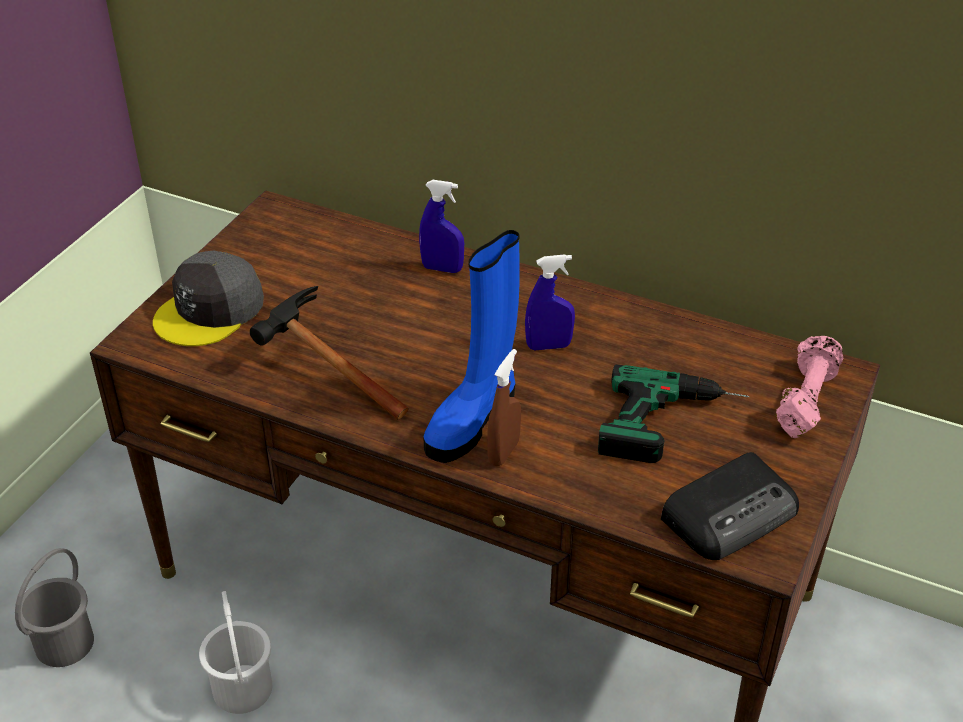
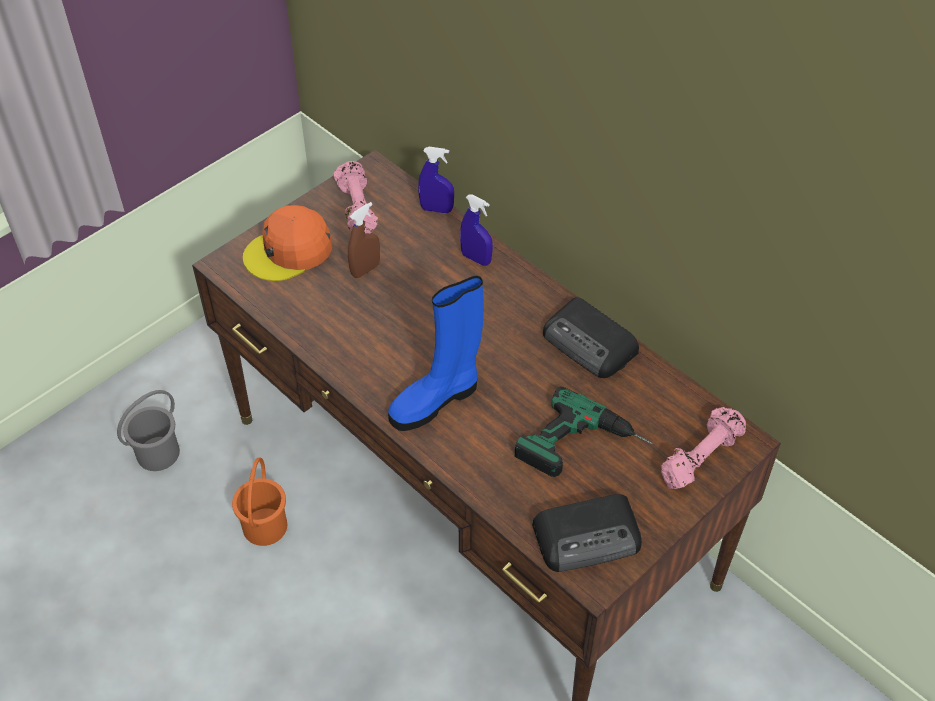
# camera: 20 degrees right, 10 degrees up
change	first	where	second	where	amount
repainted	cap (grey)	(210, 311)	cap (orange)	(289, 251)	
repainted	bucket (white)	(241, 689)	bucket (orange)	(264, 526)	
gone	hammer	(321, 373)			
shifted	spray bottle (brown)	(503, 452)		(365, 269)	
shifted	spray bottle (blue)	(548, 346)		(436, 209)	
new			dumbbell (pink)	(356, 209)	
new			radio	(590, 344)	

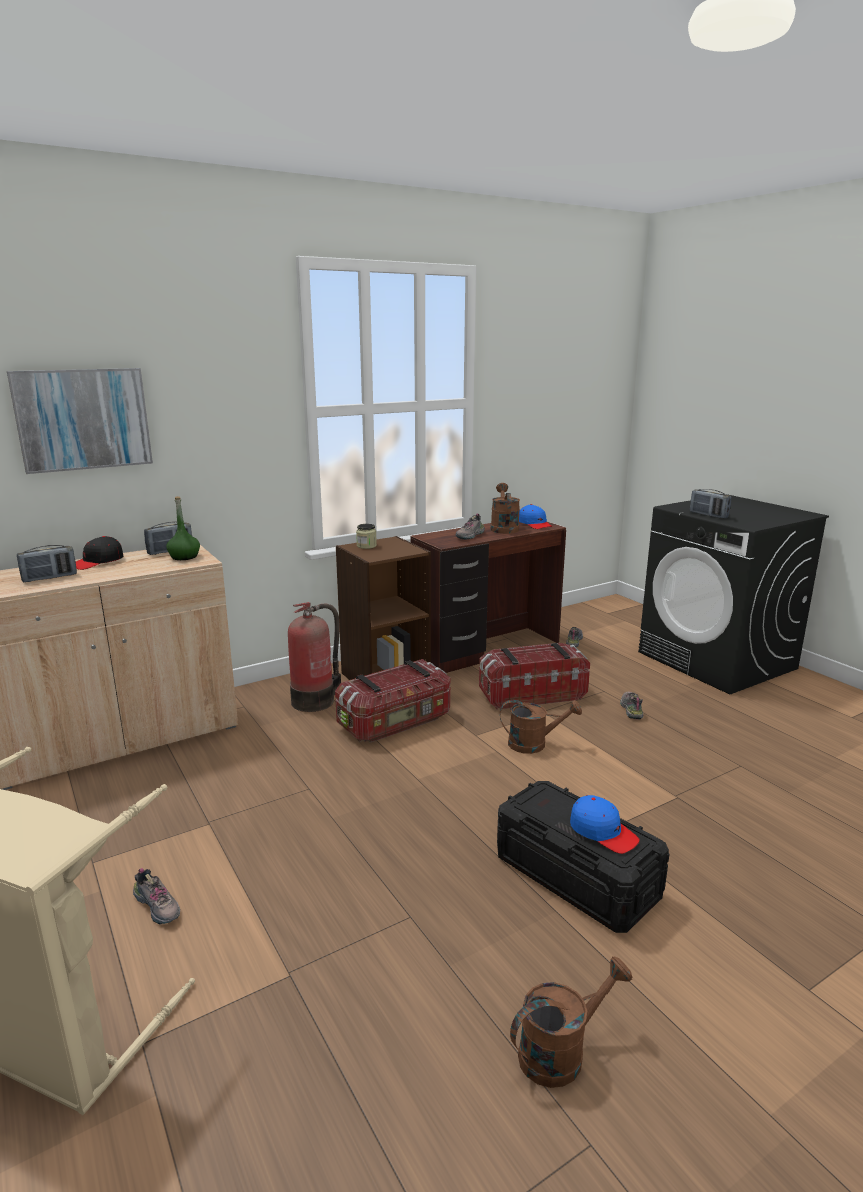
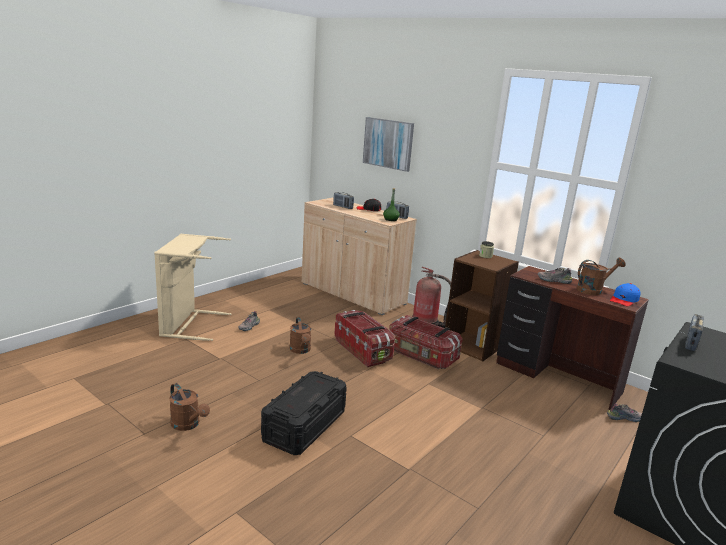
# camera: 70 degrees right, 0 degrees up
change	first	where	second	where	amount
shifted	storage box	(531, 694)		(363, 350)	
shifted	watering can (brown)	(534, 744)		(301, 350)	
gone	cap (blue)	(603, 832)			
gone	shoe	(630, 709)			

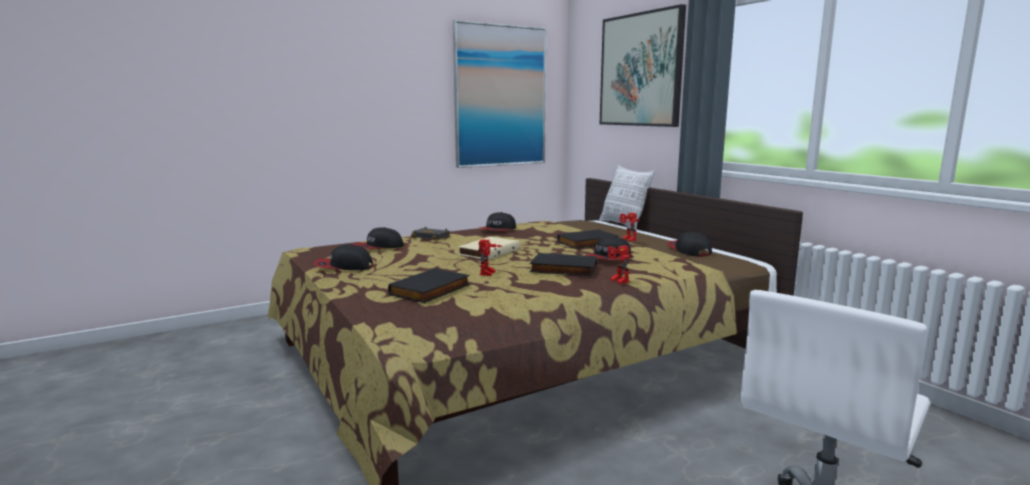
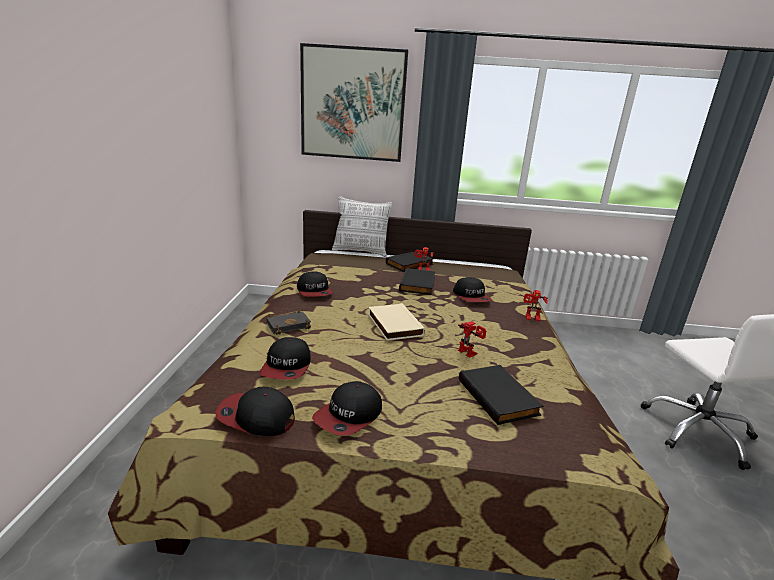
# camera: 55 degrees left, 10 degrees up
change	first	where	second	where	amount
gone	picture	(500, 96)			
shifted	book (black)	(563, 269)		(410, 264)	
shifted	cap	(688, 250)		(255, 417)	

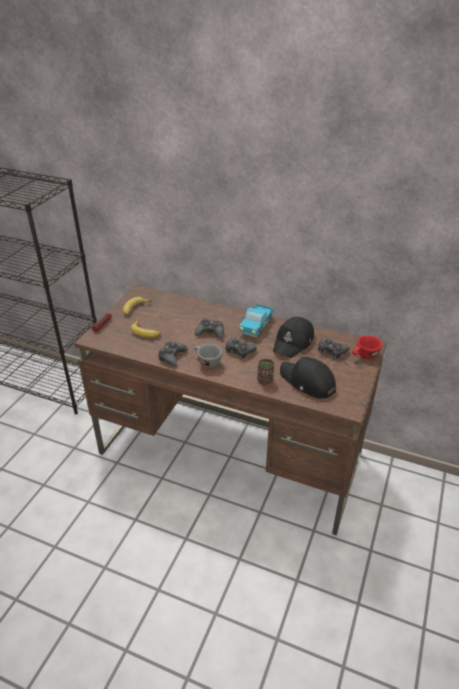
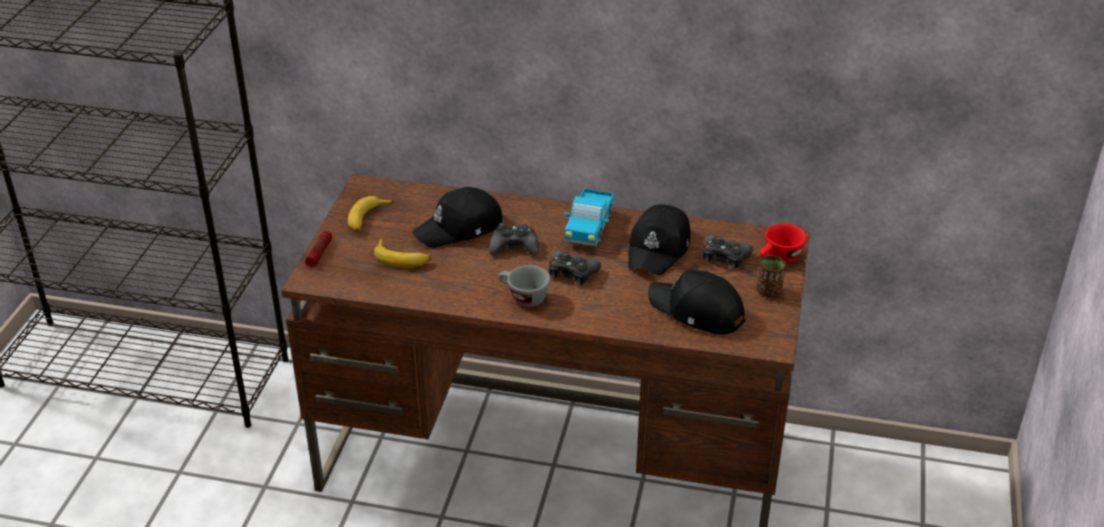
# camera: 10 degrees left, 0 degrees up
change	first	where	second	where	amount
gone	game controller (black)	(172, 356)			
shifted	cup (brown)	(265, 380)		(769, 291)	
new			cap (black)	(460, 228)	

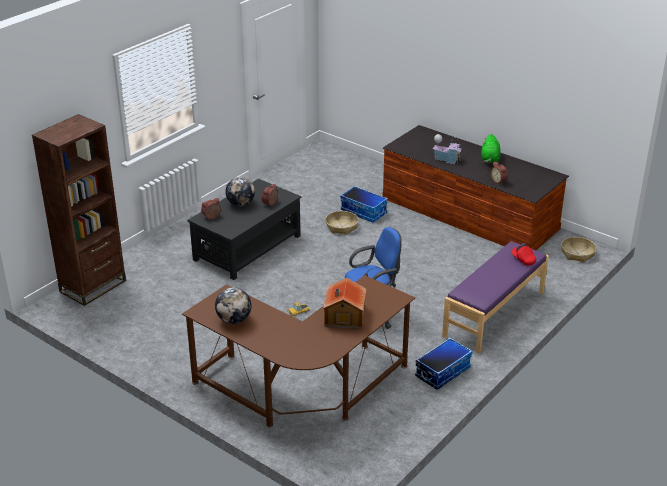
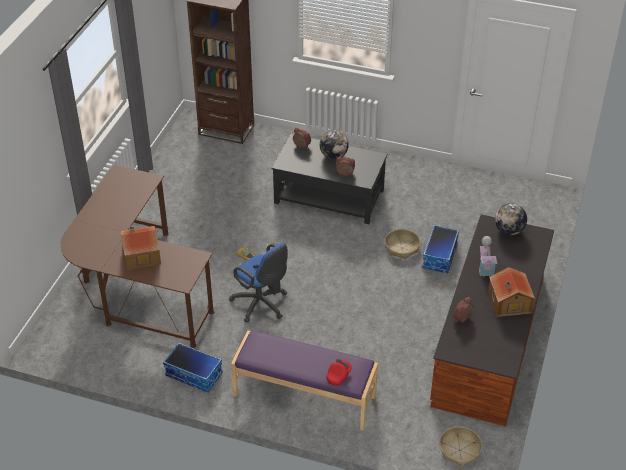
# camera: 70 degrees right, 10 degrees up
change	first	where	second	where	amount
shifted	globe	(234, 320)		(509, 231)	
swapped	plush toy (green)	(490, 160)	toy house	(508, 303)	

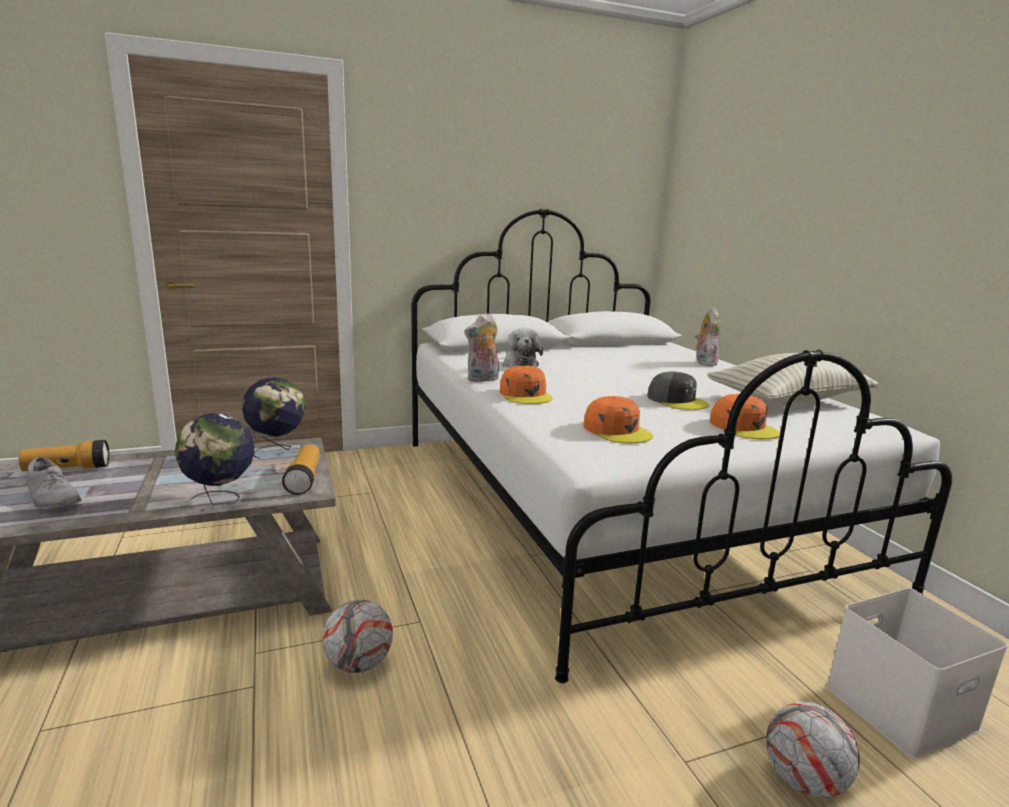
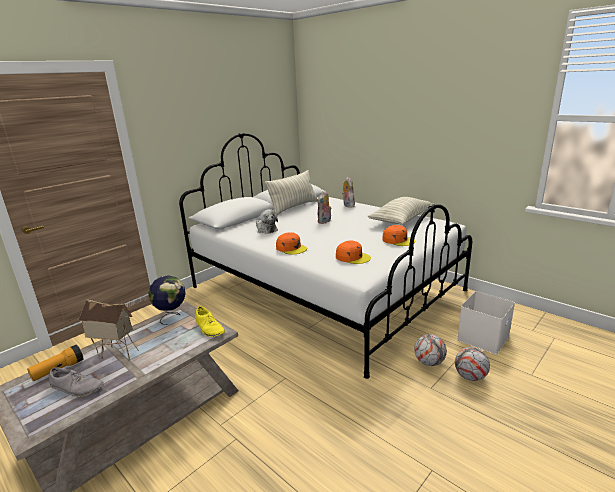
# camera: 25 degrees left, 5 degrees up
change	first	where	second	where	amount
gone	globe	(221, 500)			
swapped	flashlight	(304, 479)	shoe (yellow)	(209, 328)	
shifted	football	(358, 664)		(429, 362)	
shifted	plush toy	(483, 379)		(324, 221)	
gone	cap (grey)	(677, 400)			
new			toy house	(115, 355)	
new			pillow	(294, 207)	

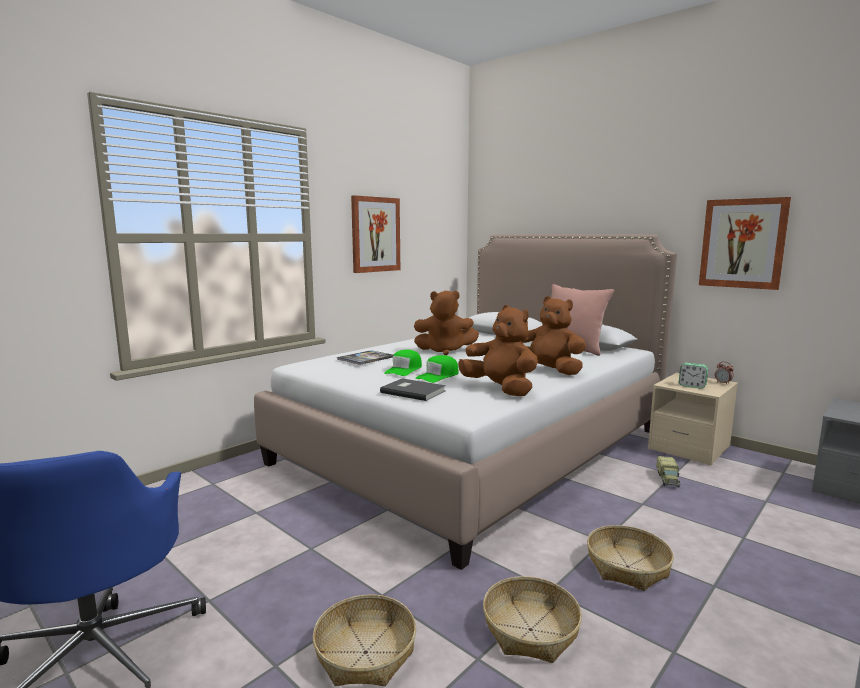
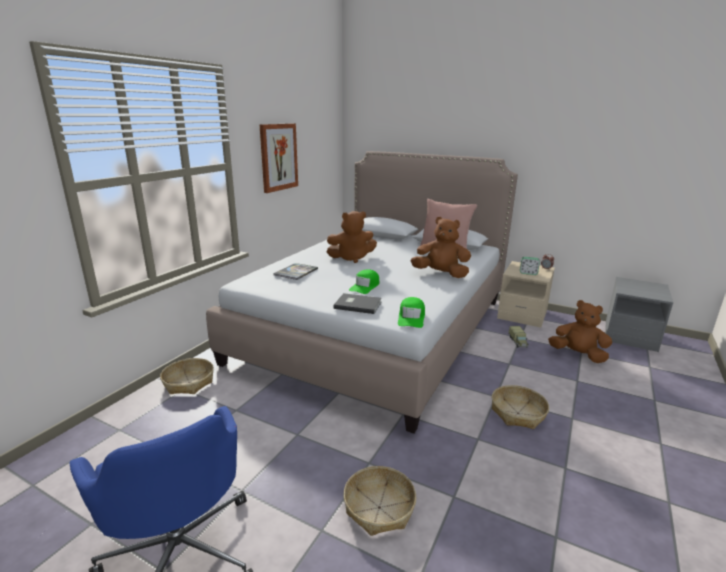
# camera: 15 degrees left, 10 degrees up
change	first	where	second	where	amount
shifted	cap (green)	(404, 370)		(411, 318)	
shifted	plush toy (brown)	(500, 389)		(578, 355)	
shifted	basket	(530, 630)		(189, 382)	
gone	picture	(742, 243)			

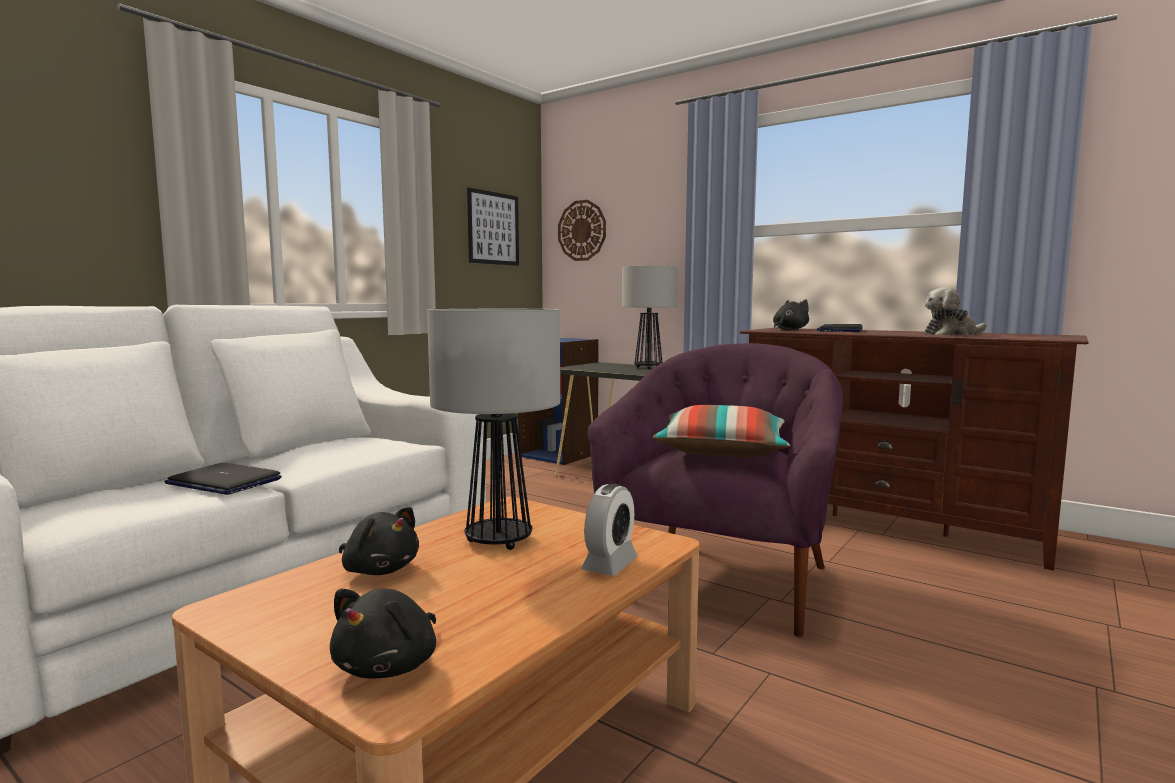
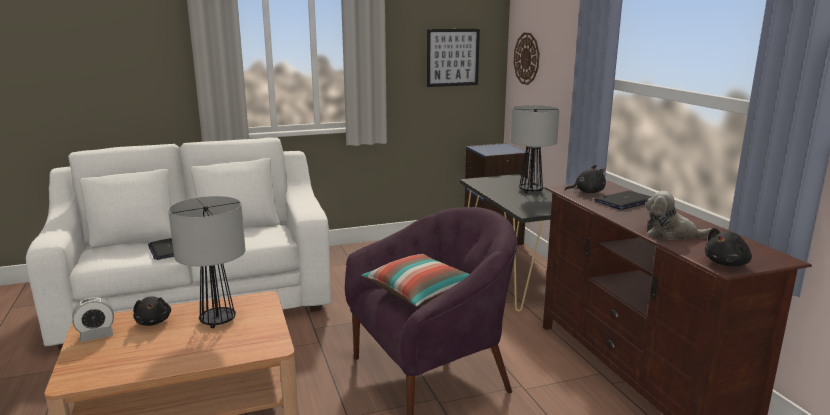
# camera: 35 degrees right, 10 degrees up
change	first	where	second	where	amount
shifted	plush toy (black)	(390, 666)		(727, 263)	
shifted	alarm clock	(610, 565)		(96, 336)	

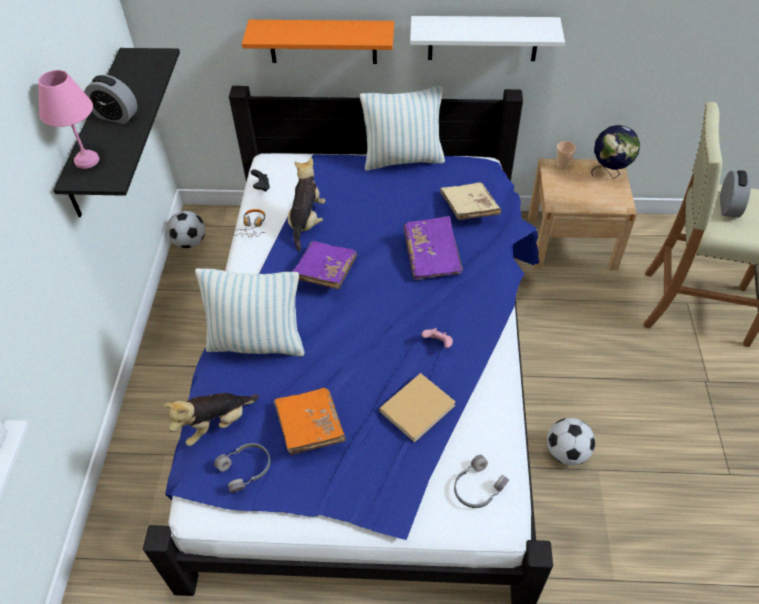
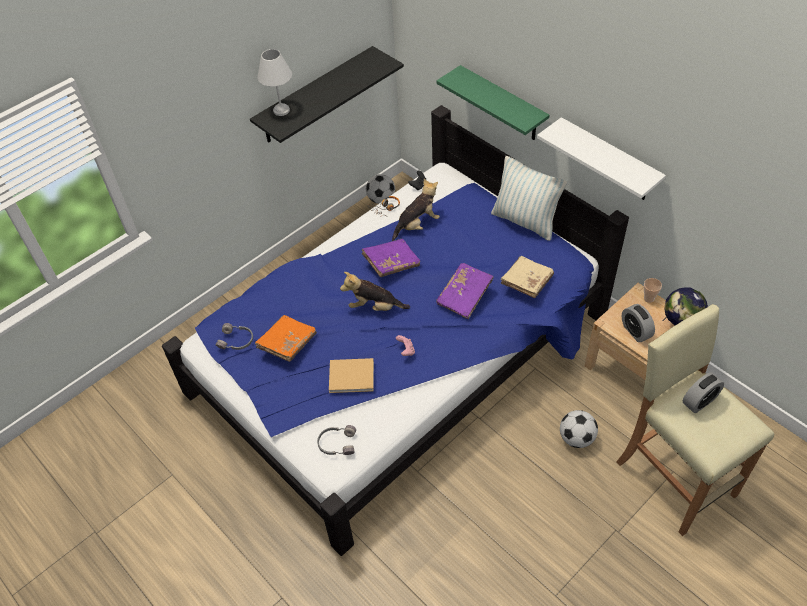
# camera: 45 degrees right, 0 degrees up
change	first	where	second	where	amount
repainted	table lamp (pink)	(88, 160)	table lamp (white)	(282, 110)	
shifted	alarm clock	(116, 116)		(635, 331)	
shifted	plush toy	(216, 424)		(375, 307)	
gone	pillow	(257, 342)			
repainted	shelf (orange)	(322, 41)	shelf (green)	(502, 104)	
shifted	football	(566, 452)		(576, 438)	

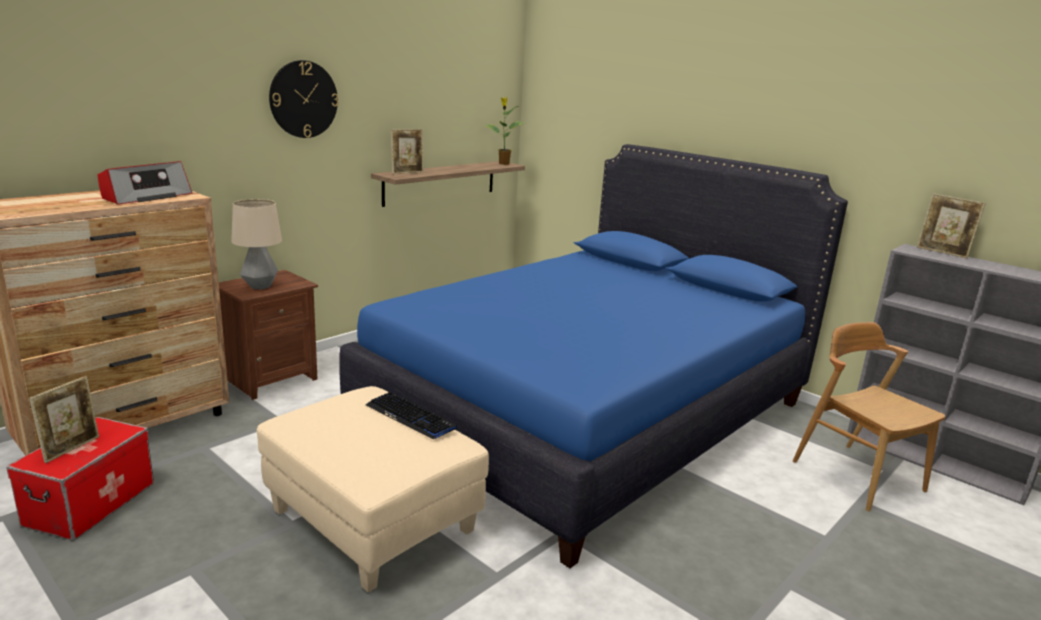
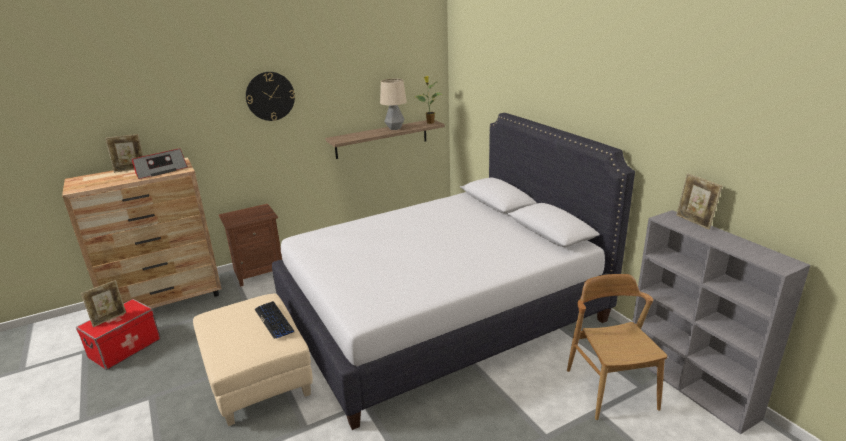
# camera: 20 degrees right, 5 degrees up
change	first	where	second	where	amount
shifted	table lamp	(260, 286)		(395, 128)	
repainted	bed (blue)	(587, 413)	bed (white)	(440, 314)	
shifted	picture frame	(407, 173)		(130, 169)	

